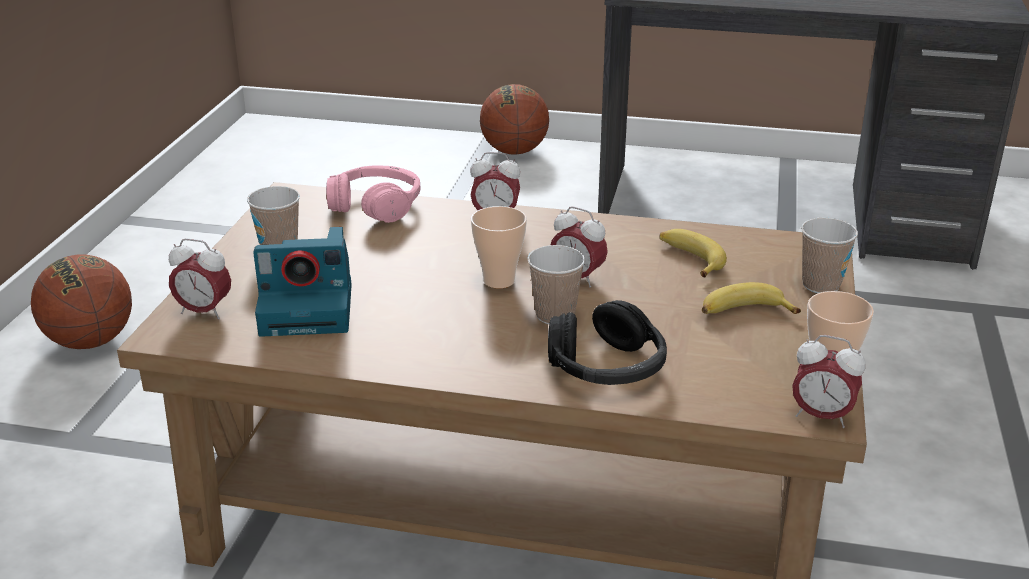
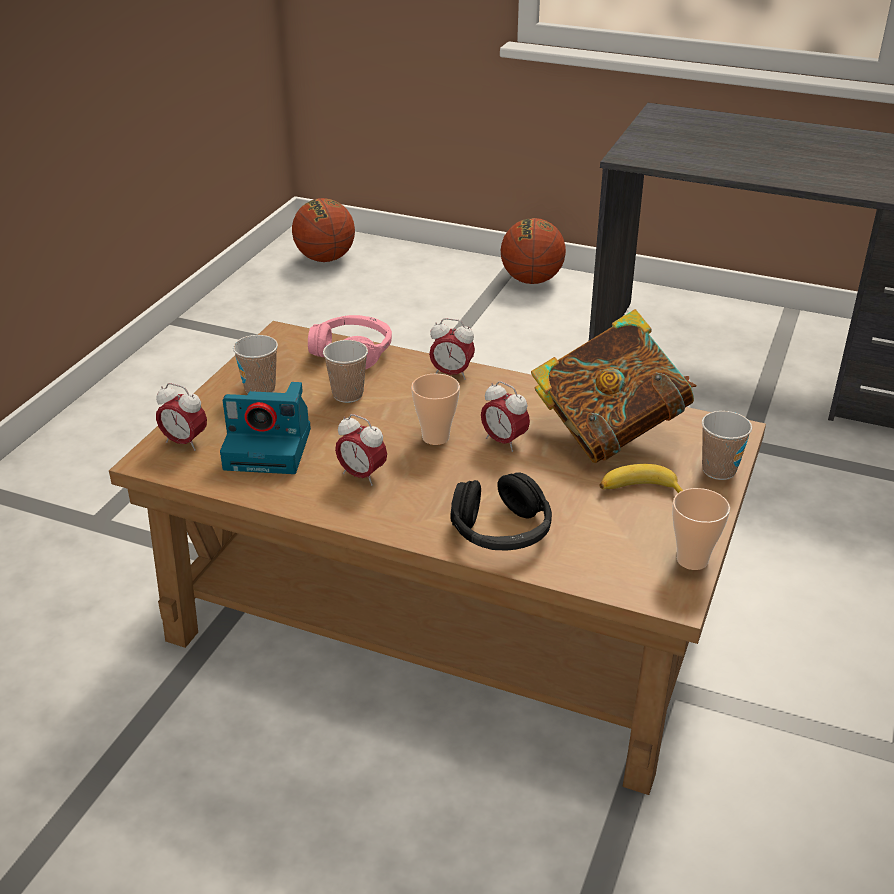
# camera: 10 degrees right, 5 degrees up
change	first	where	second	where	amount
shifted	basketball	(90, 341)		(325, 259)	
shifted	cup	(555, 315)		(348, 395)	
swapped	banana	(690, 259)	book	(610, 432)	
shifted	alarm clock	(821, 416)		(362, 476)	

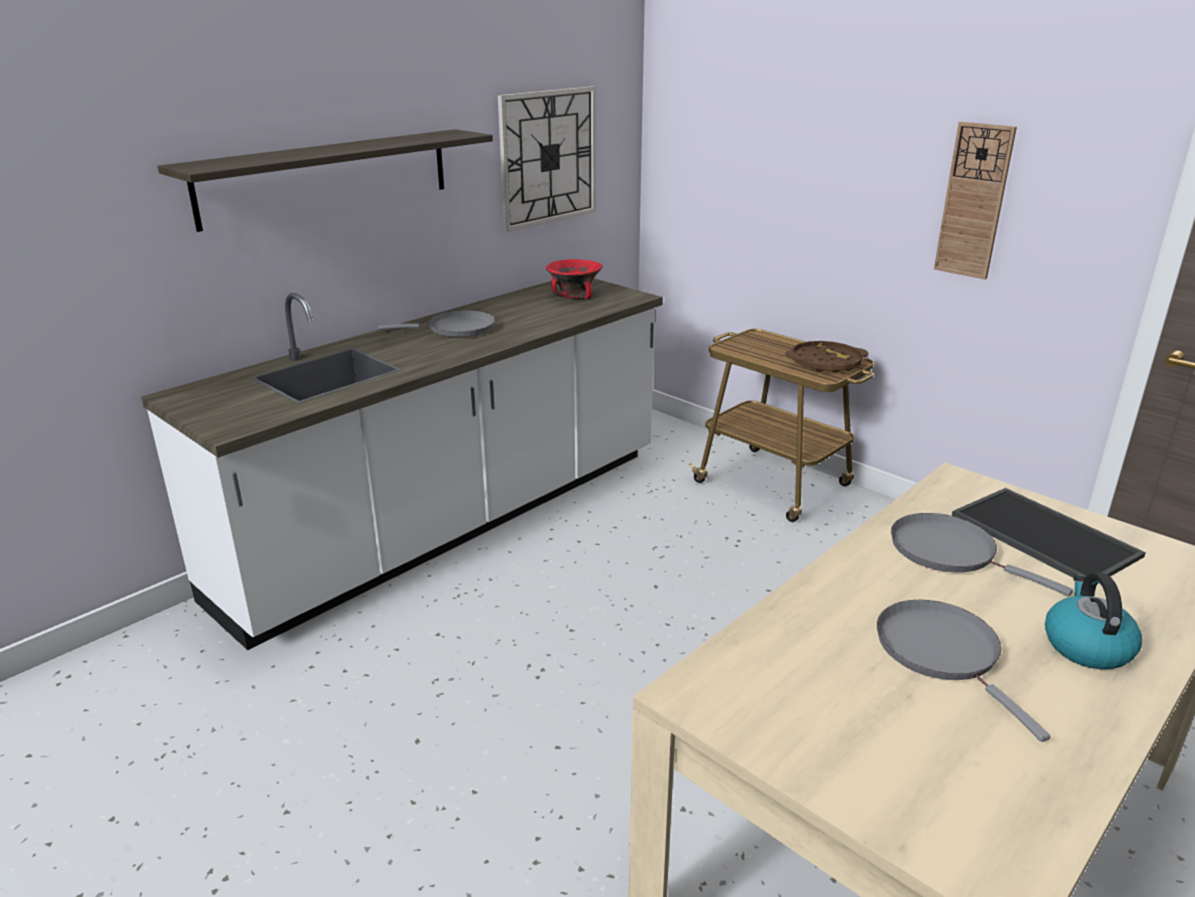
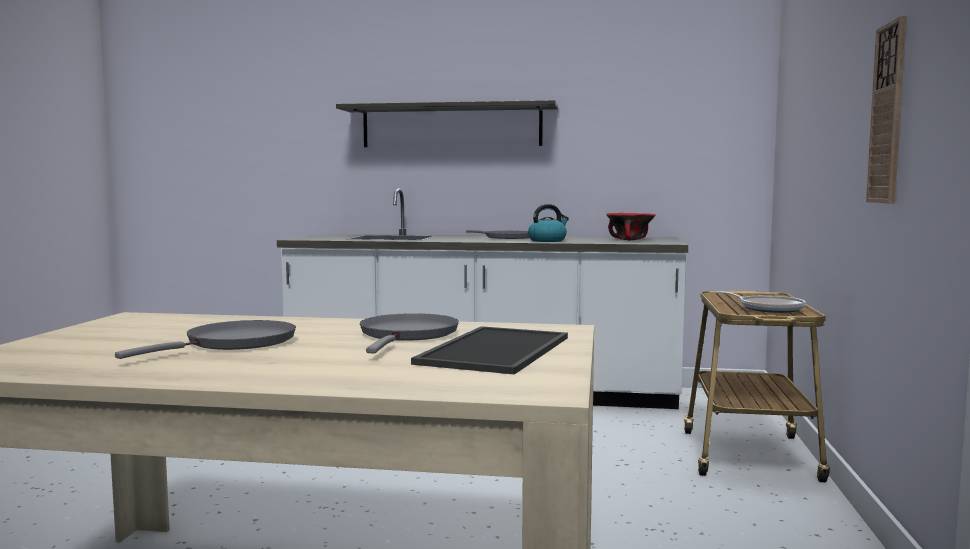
# camera: 55 degrees right, 20 degrees down
change	first	where	second	where	amount
gone	wall clock	(548, 157)			
swapped	tray (brown)	(825, 363)	frying pan	(768, 308)	
shifted	kettle	(1086, 646)		(547, 240)	

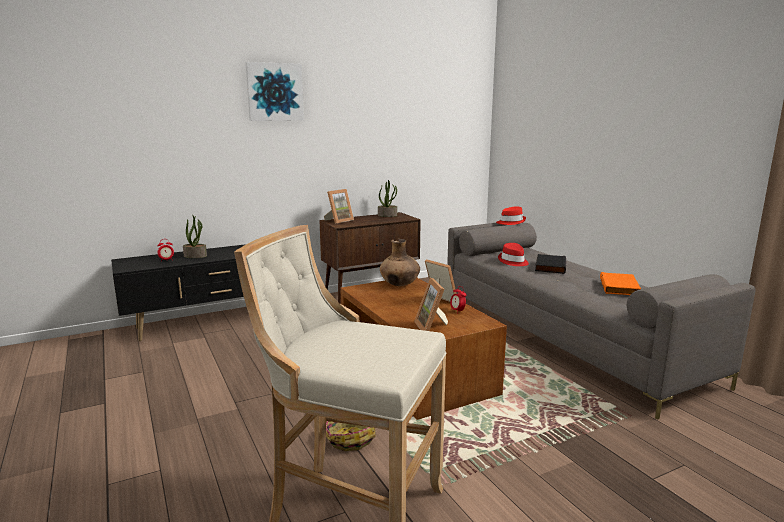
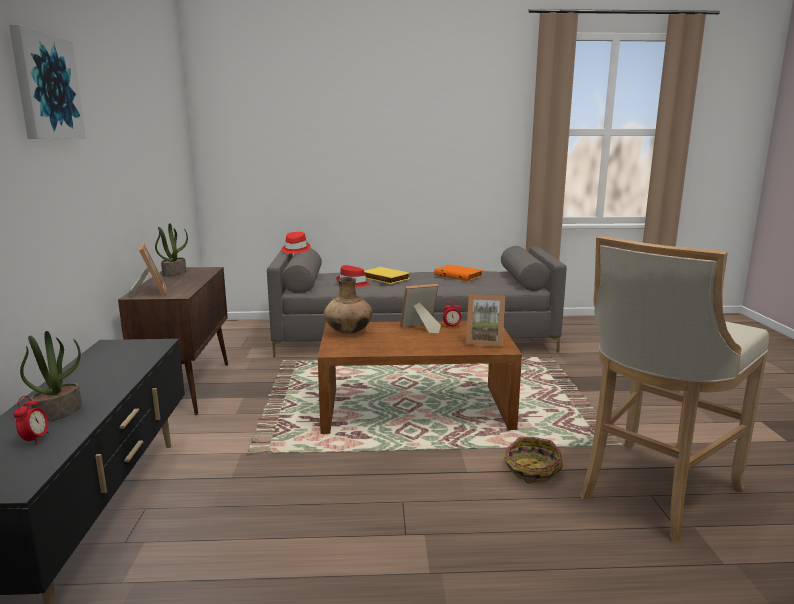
# camera: 65 degrees left, 0 degrees up
change	first	where	second	where	amount
repainted	book (black)	(549, 266)	book (yellow)	(384, 278)	

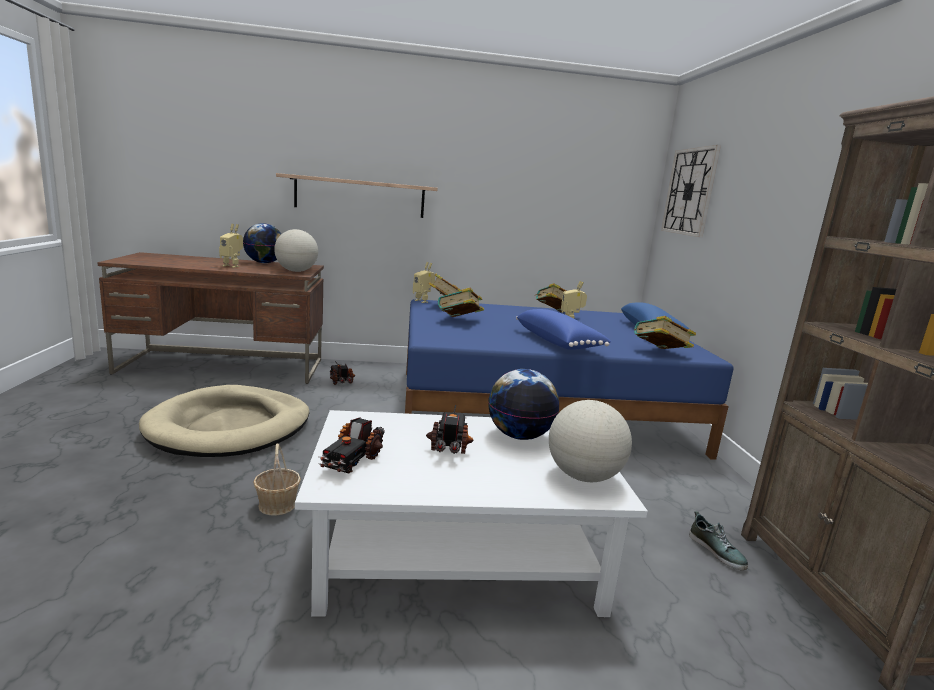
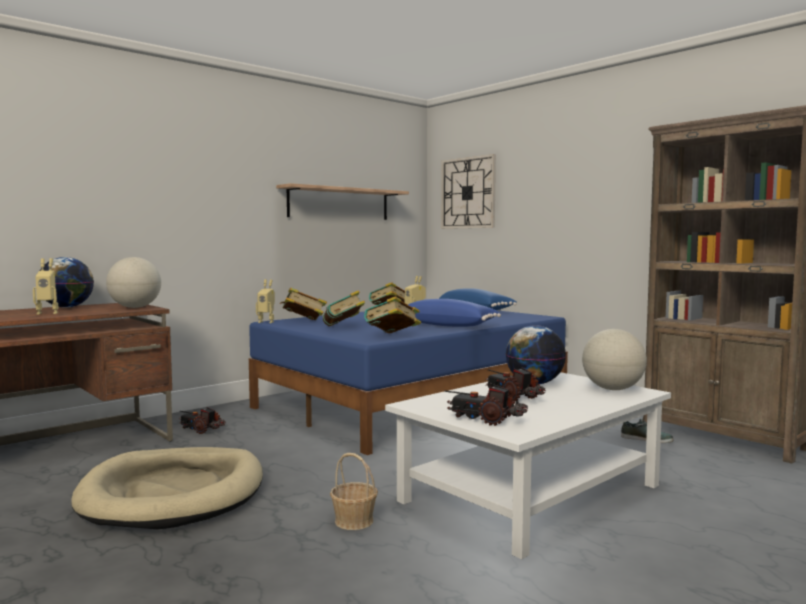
# camera: 35 degrees left, 10 degrees down
change	first	where	second	where	amount
shifted	shelf	(360, 196)		(339, 203)	
rotated	toy truck	(352, 459)		(485, 419)	135 degrees clockwise
shifted	book	(660, 353)		(392, 336)	

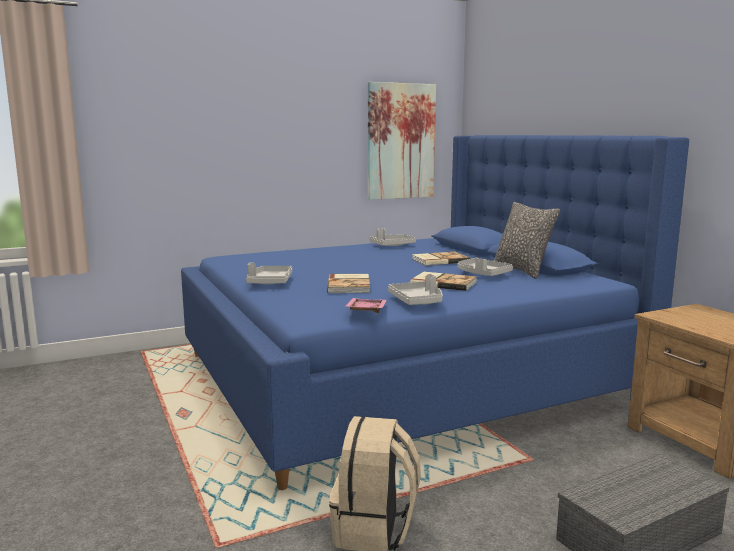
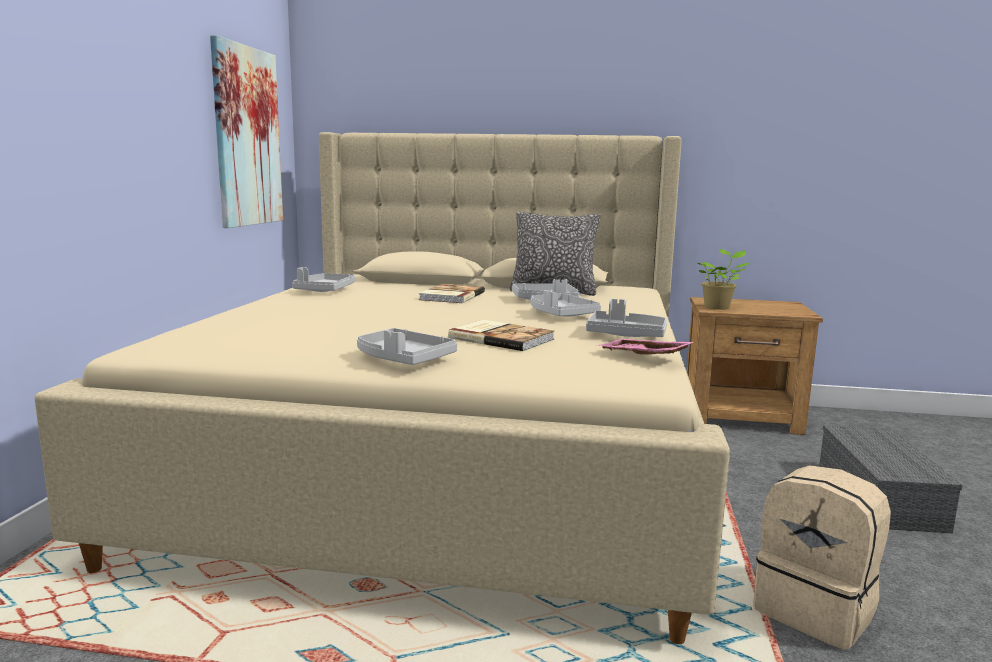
# camera: 55 degrees left, 0 degrees up
change	first	where	second	where	amount
repainted	bed (blue)	(403, 376)	bed (beige)	(451, 462)	
swapped	book	(443, 283)	tray (grey)	(560, 315)	
new			potted plant	(718, 307)	

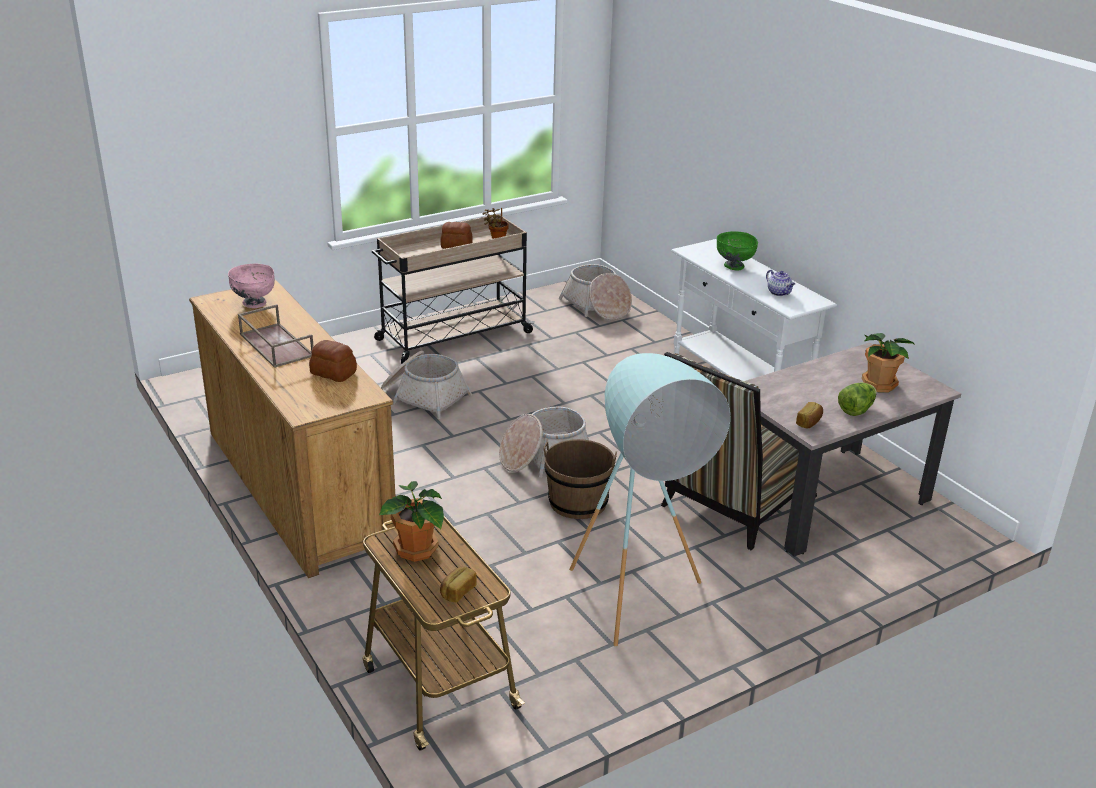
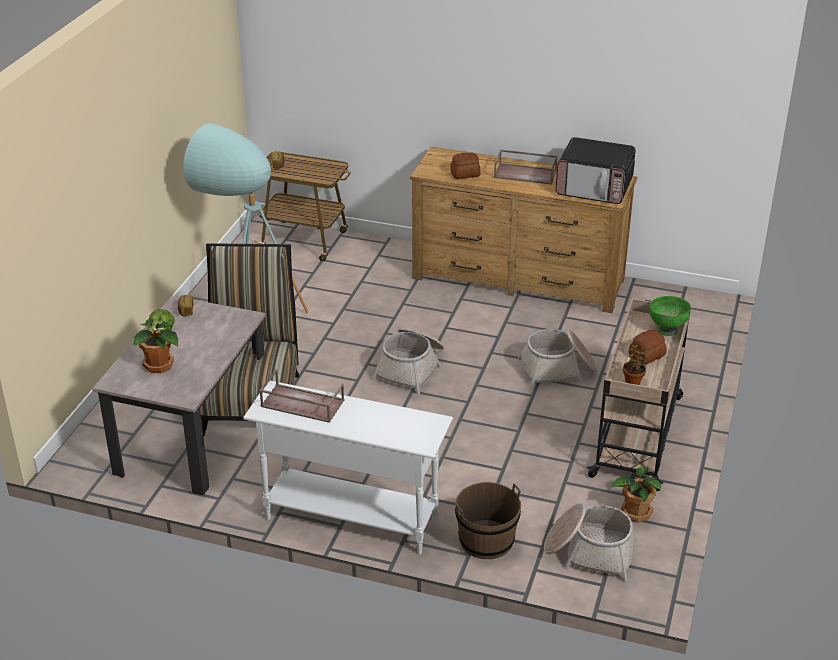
# camera: 140 degrees right, 5 degrees up
change	first	where	second	where	amount
swapped	bowl (pink)	(254, 303)	microwave	(594, 189)	
shifted	potted plant	(416, 550)		(635, 512)	
shifted	bucket (brown)	(578, 502)		(486, 540)	
shifted	bowl (green)	(734, 266)		(667, 330)	
swapped	teapot	(779, 293)	tray (brown)	(301, 404)	

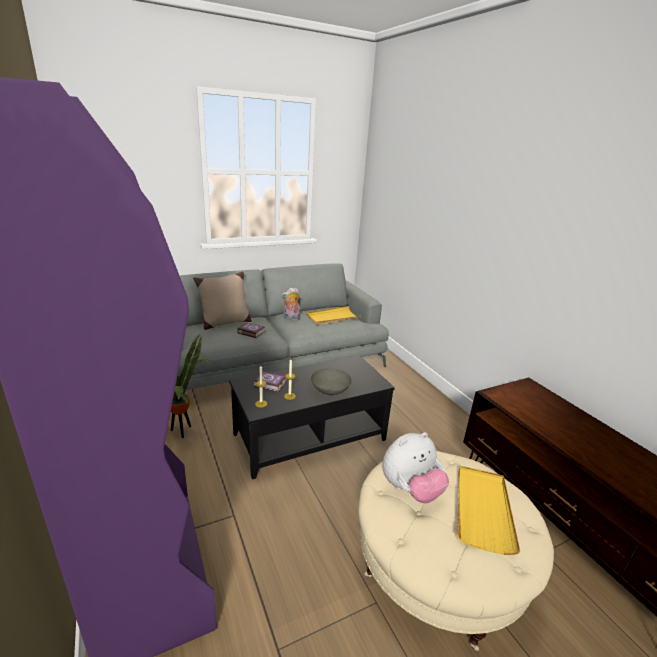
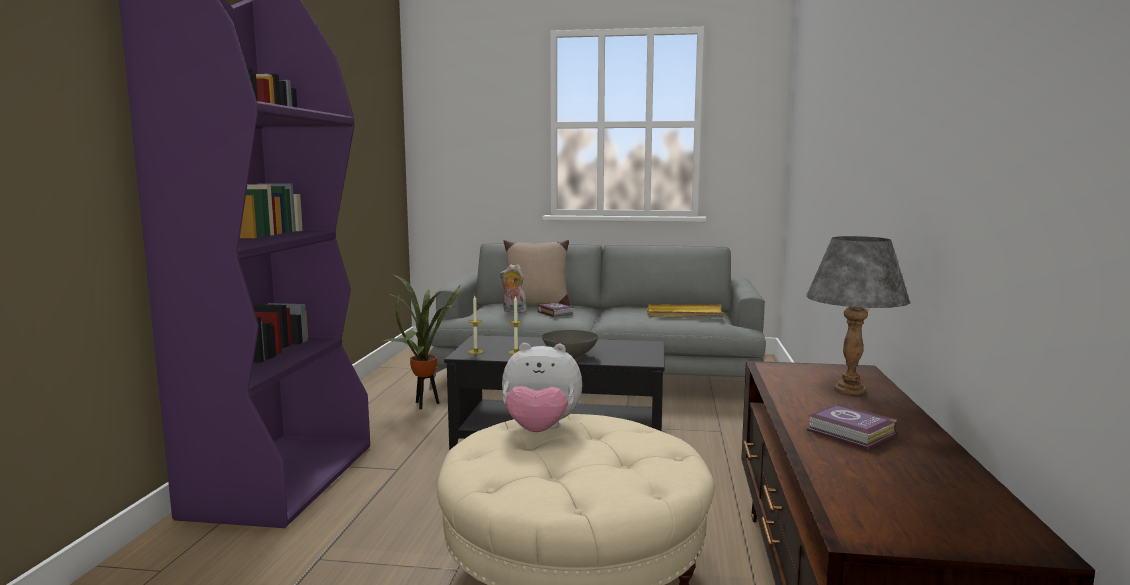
# camera: 35 degrees right, 15 degrees down
change	first	where	second	where	amount
shifted	book	(270, 384)		(851, 434)	
shifted	plush toy	(291, 319)		(513, 311)	
gone	tray (yellow)	(482, 509)			
new			table lamp (grey)	(849, 390)	

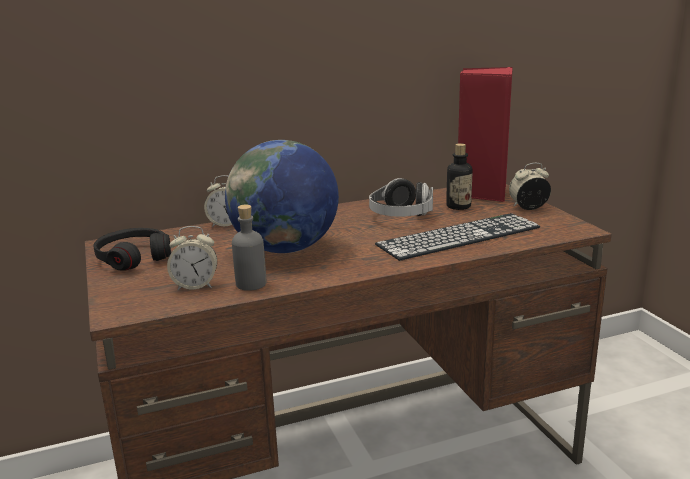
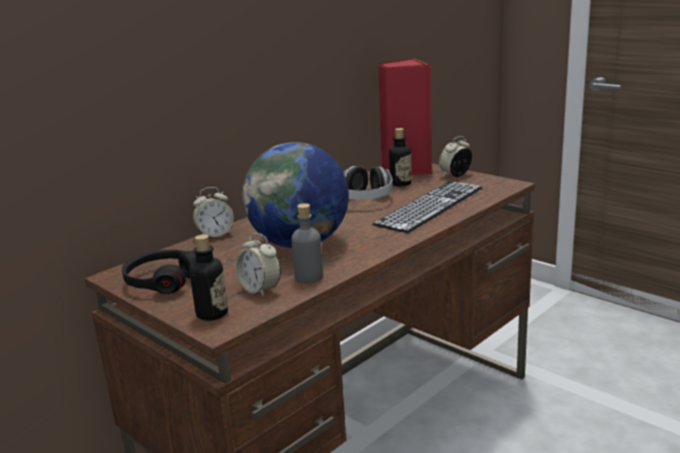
# camera: 25 degrees left, 0 degrees up
change	first	where	second	where	amount
rotated	alarm clock	(195, 286)		(260, 289)	75 degrees clockwise
new			bottle	(212, 314)	

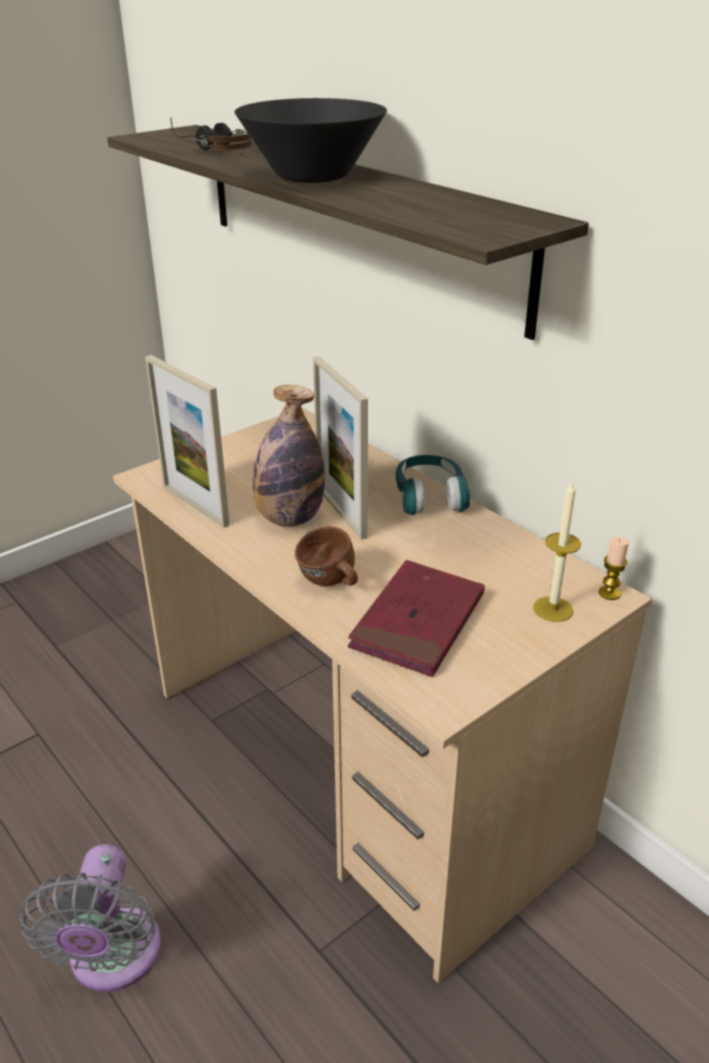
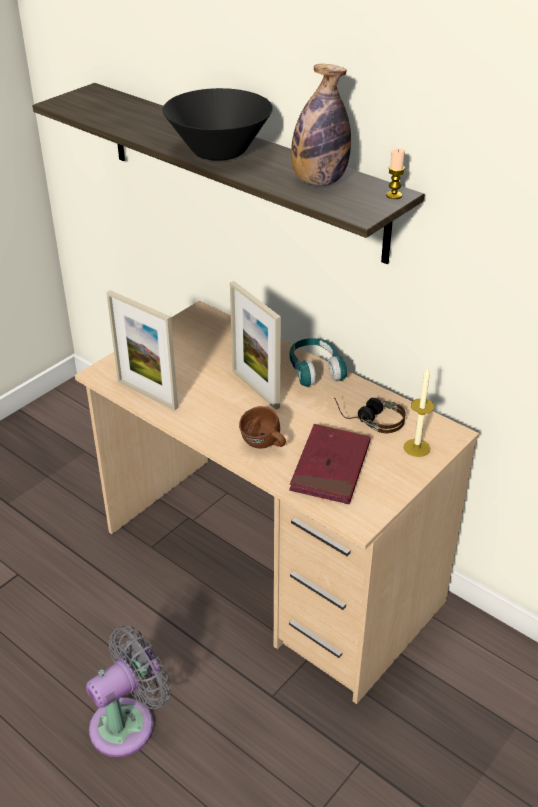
# camera: 10 degrees left, 5 degrees up
change	first	where	second	where	amount
rotated	fan (grey)	(112, 959)		(128, 723)	120 degrees counterclockwise
shifted	headphones	(212, 148)		(369, 419)	
shifted	bottle	(289, 518)		(318, 181)	
shifted	candle	(609, 593)		(394, 195)	

